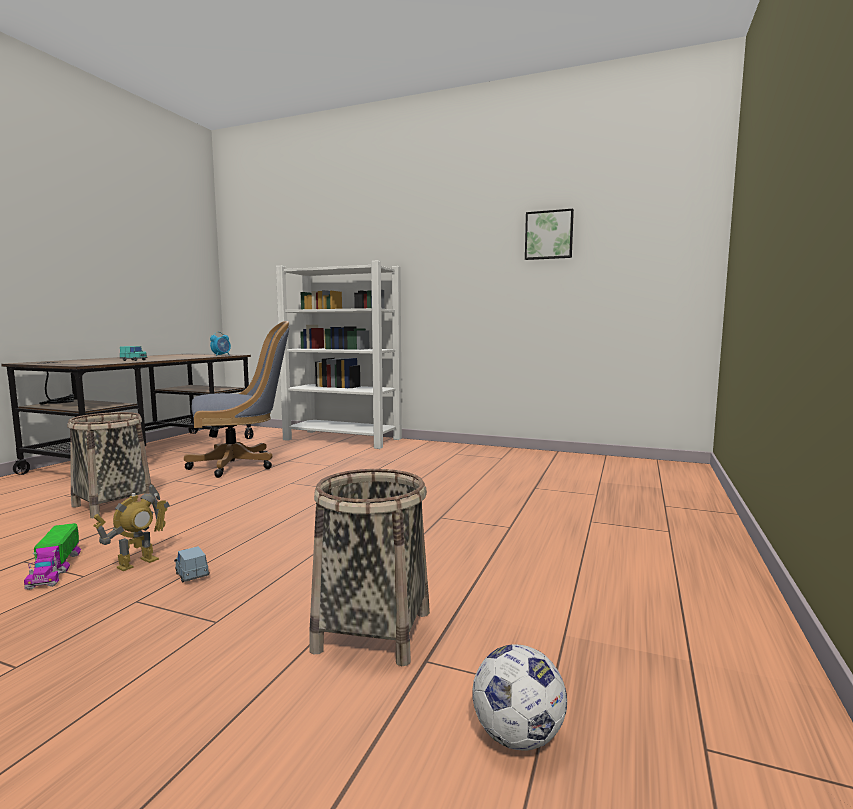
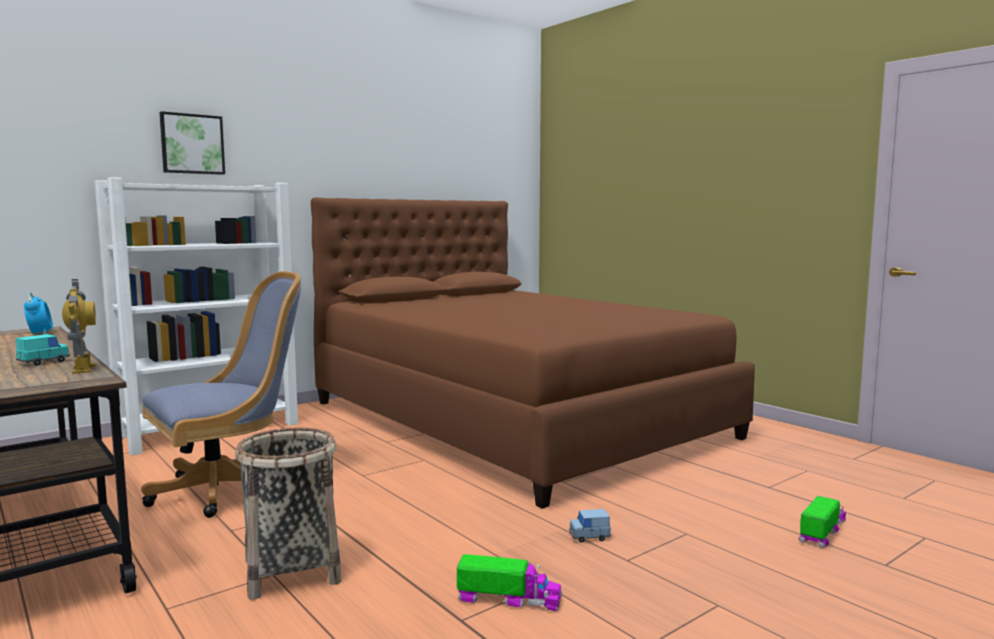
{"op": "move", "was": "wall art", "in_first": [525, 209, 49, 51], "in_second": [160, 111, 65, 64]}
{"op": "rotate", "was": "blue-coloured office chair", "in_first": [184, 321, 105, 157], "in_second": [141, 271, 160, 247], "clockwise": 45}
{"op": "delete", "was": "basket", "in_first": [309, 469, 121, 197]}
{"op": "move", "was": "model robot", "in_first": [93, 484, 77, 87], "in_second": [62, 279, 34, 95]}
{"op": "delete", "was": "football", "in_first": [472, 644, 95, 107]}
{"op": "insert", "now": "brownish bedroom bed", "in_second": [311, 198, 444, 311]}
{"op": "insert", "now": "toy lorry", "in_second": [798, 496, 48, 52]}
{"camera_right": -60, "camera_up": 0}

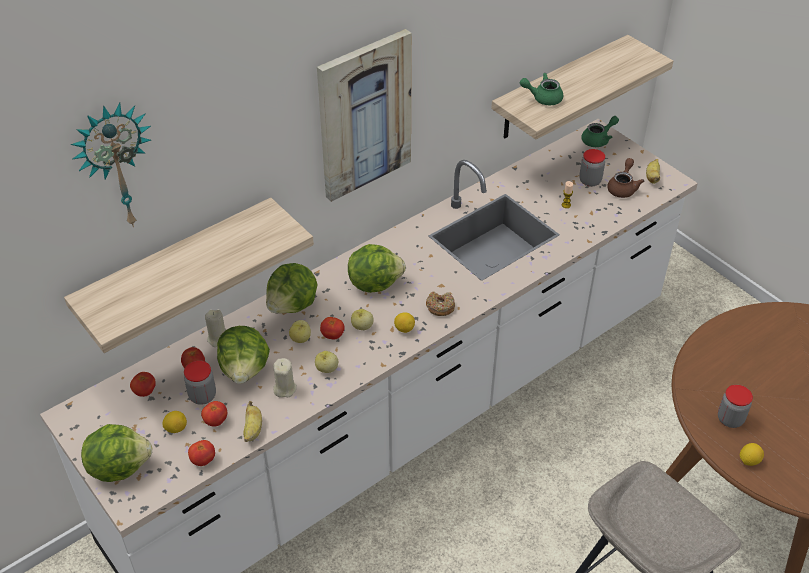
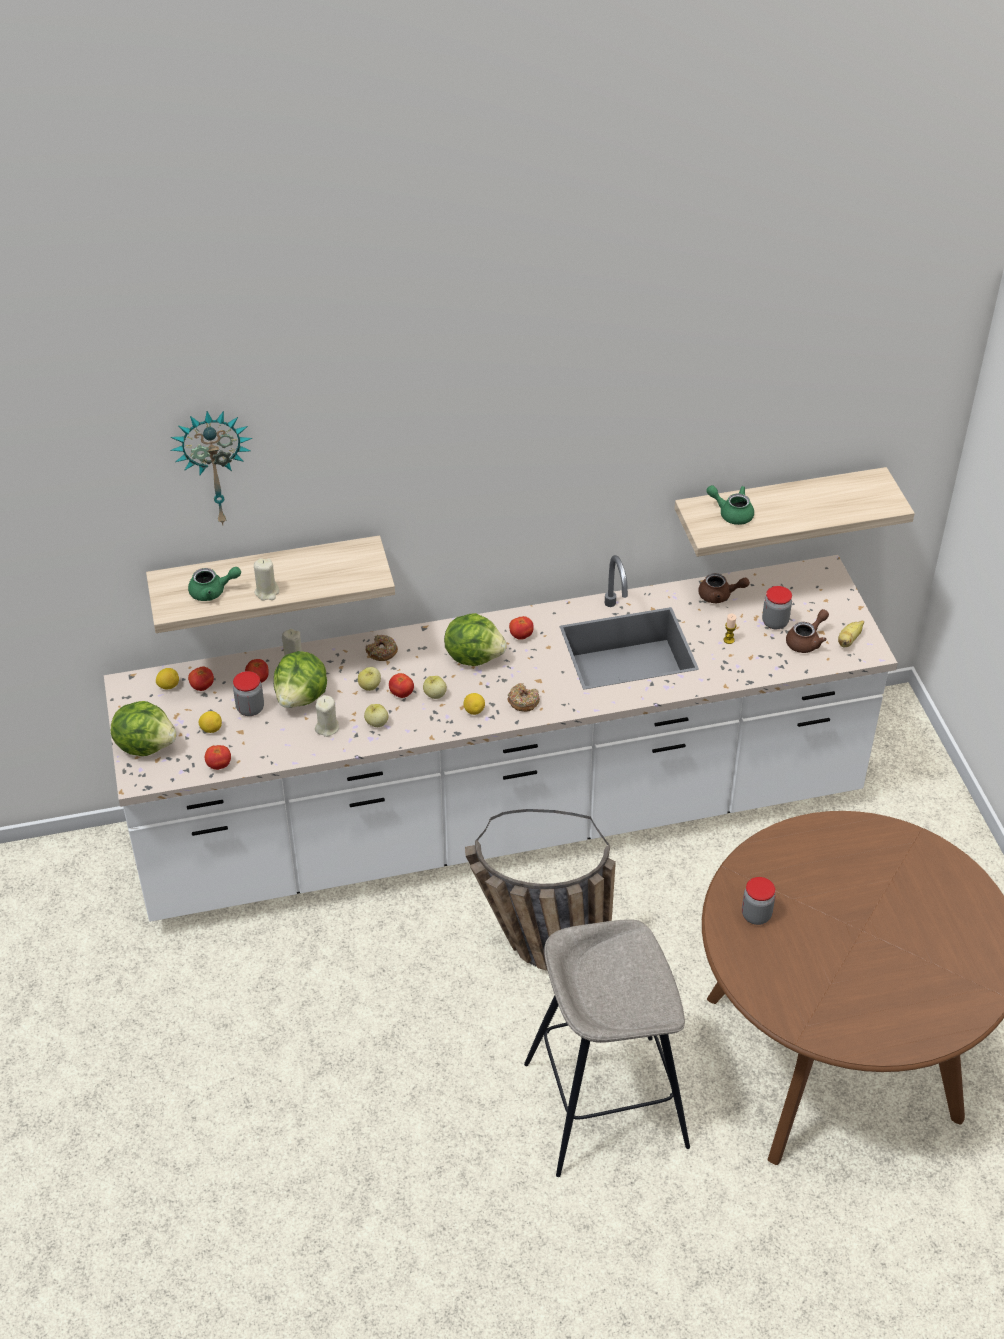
{"op": "delete", "was": "wall art", "in_first": [317, 29, 95, 173]}
{"op": "move", "was": "green-coloured teapot", "in_first": [581, 116, 38, 31], "in_second": [188, 567, 53, 34]}
{"op": "replace", "was": "lettuce", "now": "ring doughnut", "in_first": [266, 263, 52, 51], "in_second": [366, 635, 32, 26]}
{"op": "move", "was": "fresh tomato", "in_first": [201, 401, 26, 26], "in_second": [509, 616, 25, 24]}
{"op": "delete", "was": "banana fruit", "in_first": [243, 401, 19, 41]}
{"op": "move", "was": "citrus fruit", "in_first": [740, 443, 24, 23], "in_second": [156, 668, 23, 21]}
{"op": "insert", "now": "beige wax light", "in_second": [254, 558, 25, 43]}
{"op": "insert", "now": "brownish teapot", "in_second": [698, 573, 52, 30]}
{"op": "insert", "now": "basket", "in_second": [465, 809, 151, 162]}
{"camera_right": 25, "camera_up": 0}

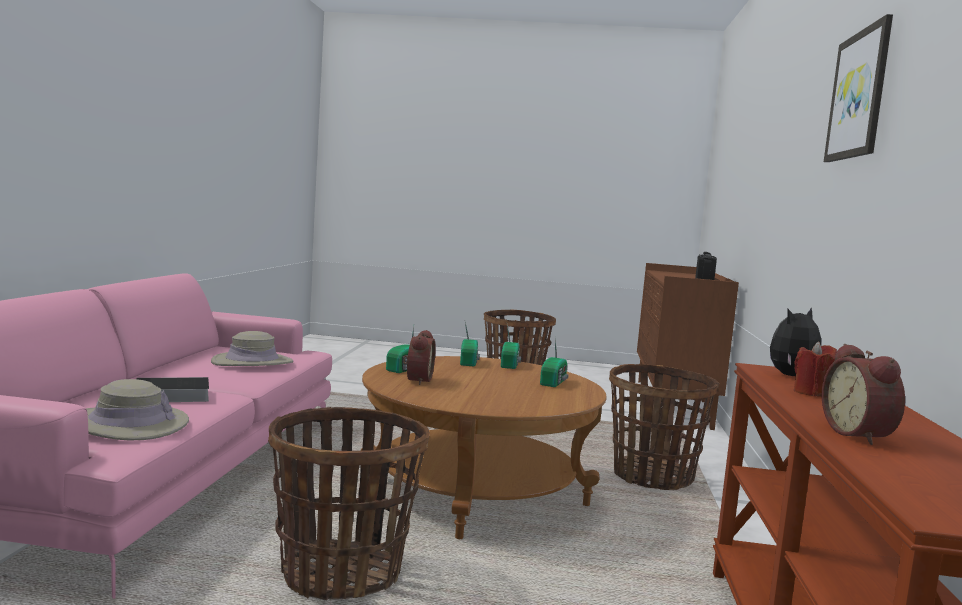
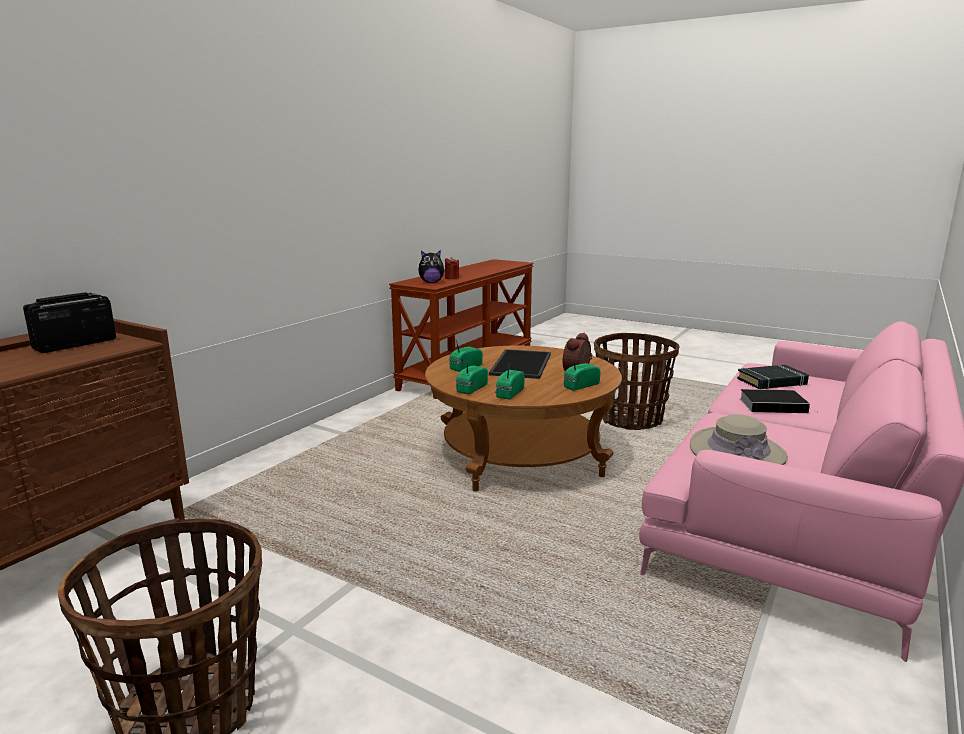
{"op": "delete", "was": "wall art", "in_first": [824, 14, 69, 148]}
{"op": "delete", "was": "table clock", "in_first": [822, 344, 83, 101]}
{"op": "delete", "was": "basket", "in_first": [609, 364, 110, 126]}
{"op": "replace", "was": "beige wearable hat", "now": "blackish volume", "in_first": [86, 379, 103, 61], "in_second": [737, 365, 72, 24]}
{"op": "insert", "now": "tray", "in_second": [489, 349, 62, 30]}
{"camera_right": -155, "camera_up": 10}

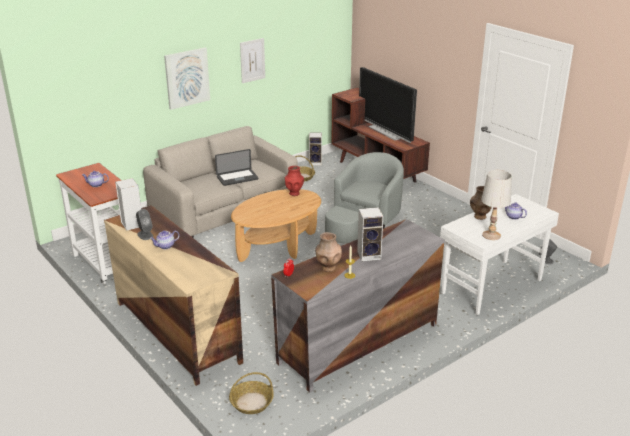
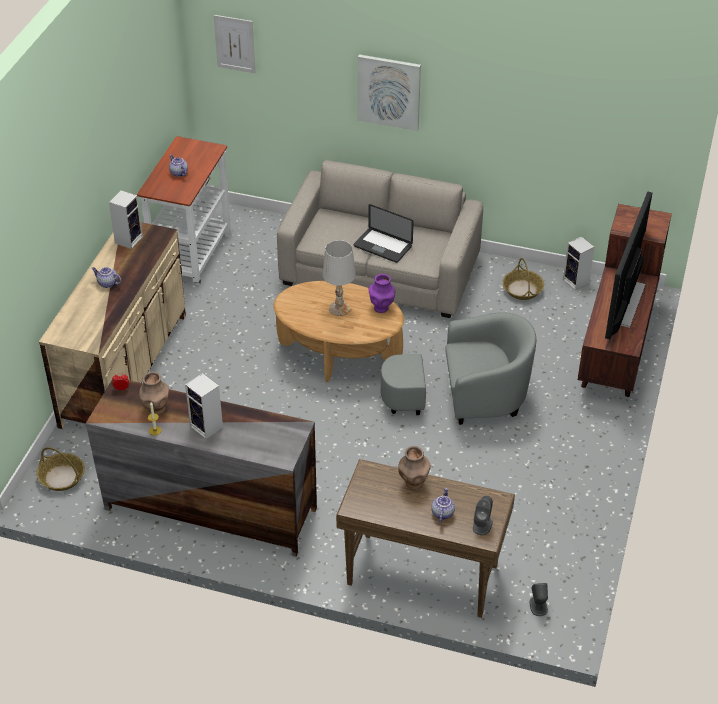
{"op": "move", "was": "wall art", "in_first": [240, 38, 25, 45], "in_second": [214, 15, 41, 58]}
{"op": "recolor", "was": "red decorative vase", "now": "purple decorative vase", "in_first": [285, 166, 19, 30], "in_second": [368, 274, 27, 39]}
{"op": "move", "was": "white lamp for a table", "in_first": [481, 170, 31, 70], "in_second": [323, 240, 33, 76]}
{"op": "recolor", "was": "white console table", "now": "brownish console table", "in_first": [440, 194, 119, 121], "in_second": [336, 459, 179, 159]}
{"op": "move", "was": "gray speaker", "in_first": [136, 209, 17, 31], "in_second": [473, 496, 20, 39]}
{"camera_right": 55, "camera_up": 15}

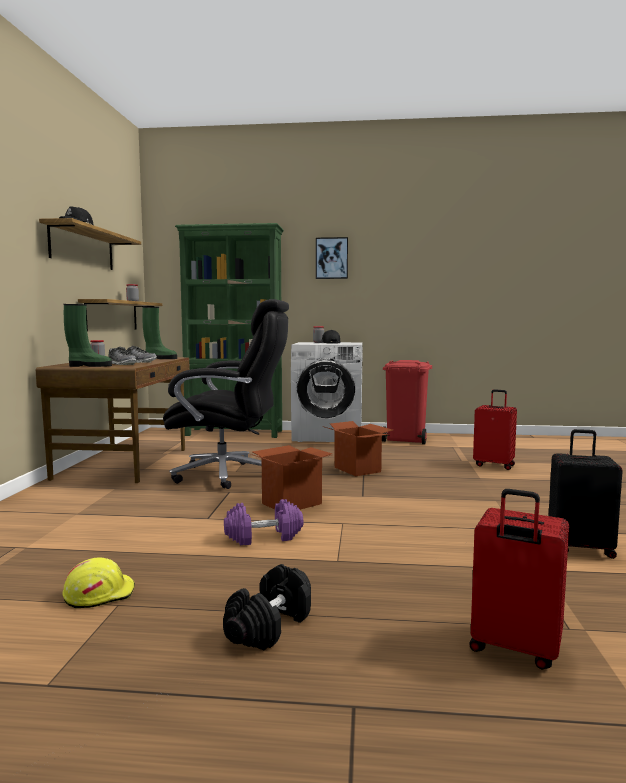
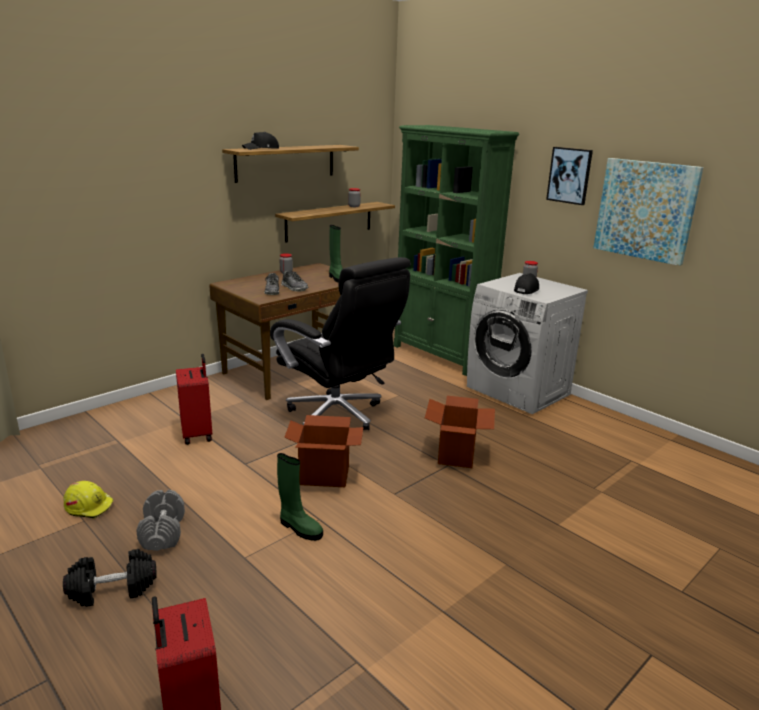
{"op": "move", "was": "green-coloured high-top boot", "in_first": [64, 304, 48, 63], "in_second": [277, 453, 46, 88]}
{"op": "delete", "was": "red trash can", "in_first": [382, 360, 50, 84]}
{"op": "move", "was": "red travel case", "in_first": [473, 389, 44, 81], "in_second": [176, 354, 36, 91]}
{"op": "delete", "was": "blackish travel case", "in_first": [549, 429, 74, 130]}
{"op": "delete", "was": "purple free weight", "in_first": [224, 499, 80, 47]}
{"op": "insert", "now": "wall art", "in_second": [594, 158, 109, 108]}
{"op": "insert", "now": "gray free weight", "in_second": [136, 490, 49, 61]}
{"camera_right": 40, "camera_up": 15}

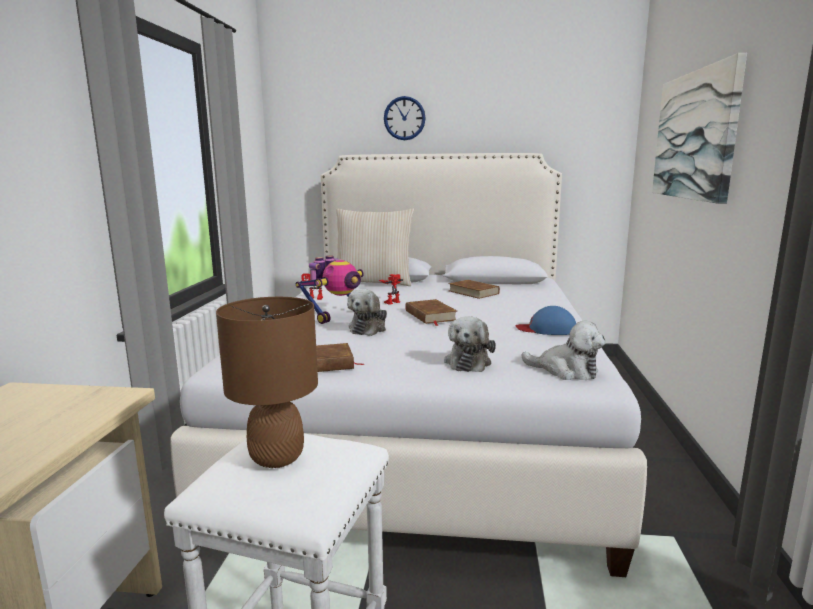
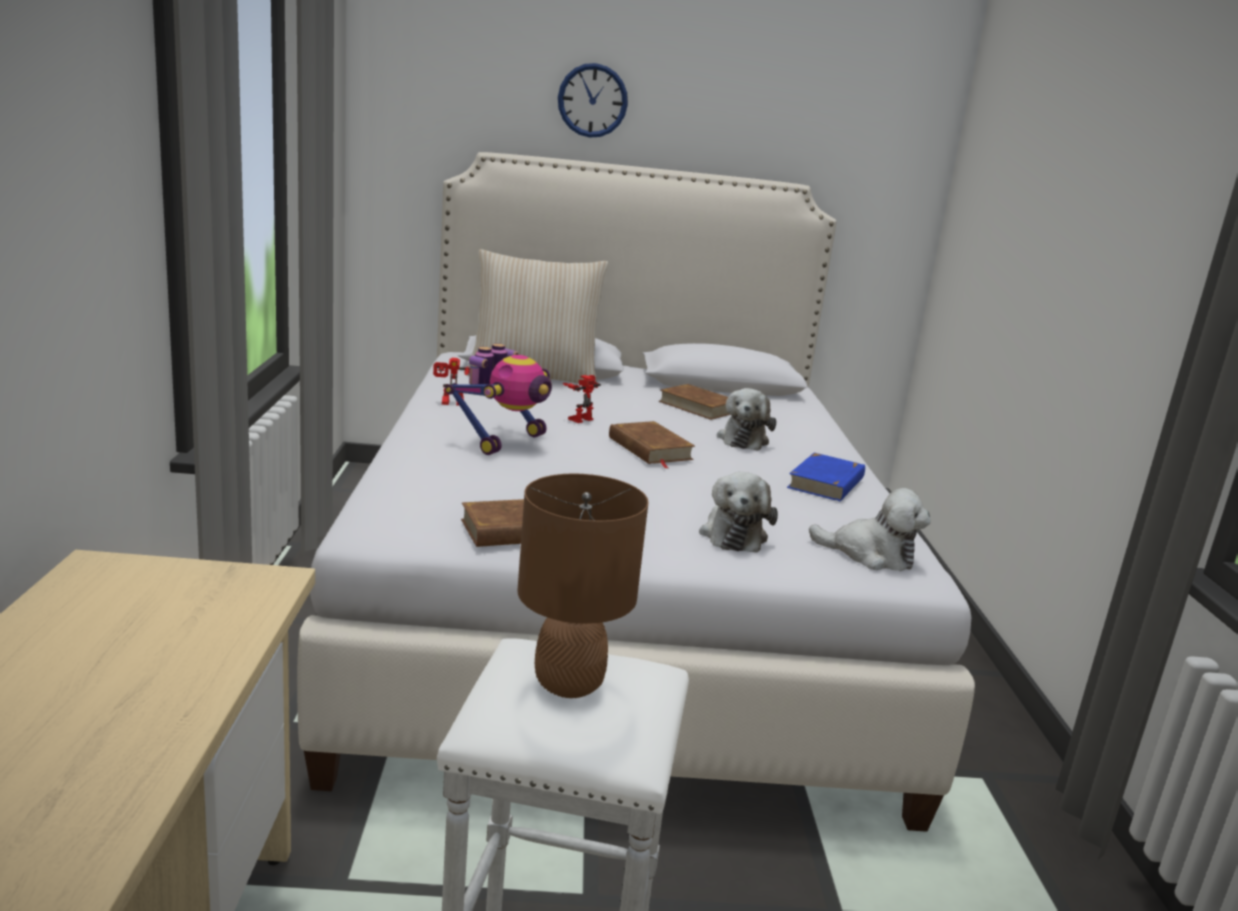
{"op": "delete", "was": "wall art", "in_first": [652, 53, 95, 151]}
{"op": "move", "was": "soft toy", "in_first": [347, 289, 40, 47], "in_second": [717, 388, 59, 63]}
{"op": "replace", "was": "blue-coloured peaked cap", "now": "blue-coloured volume", "in_first": [515, 306, 61, 29], "in_second": [787, 453, 78, 48]}
{"camera_right": -10, "camera_up": 5}

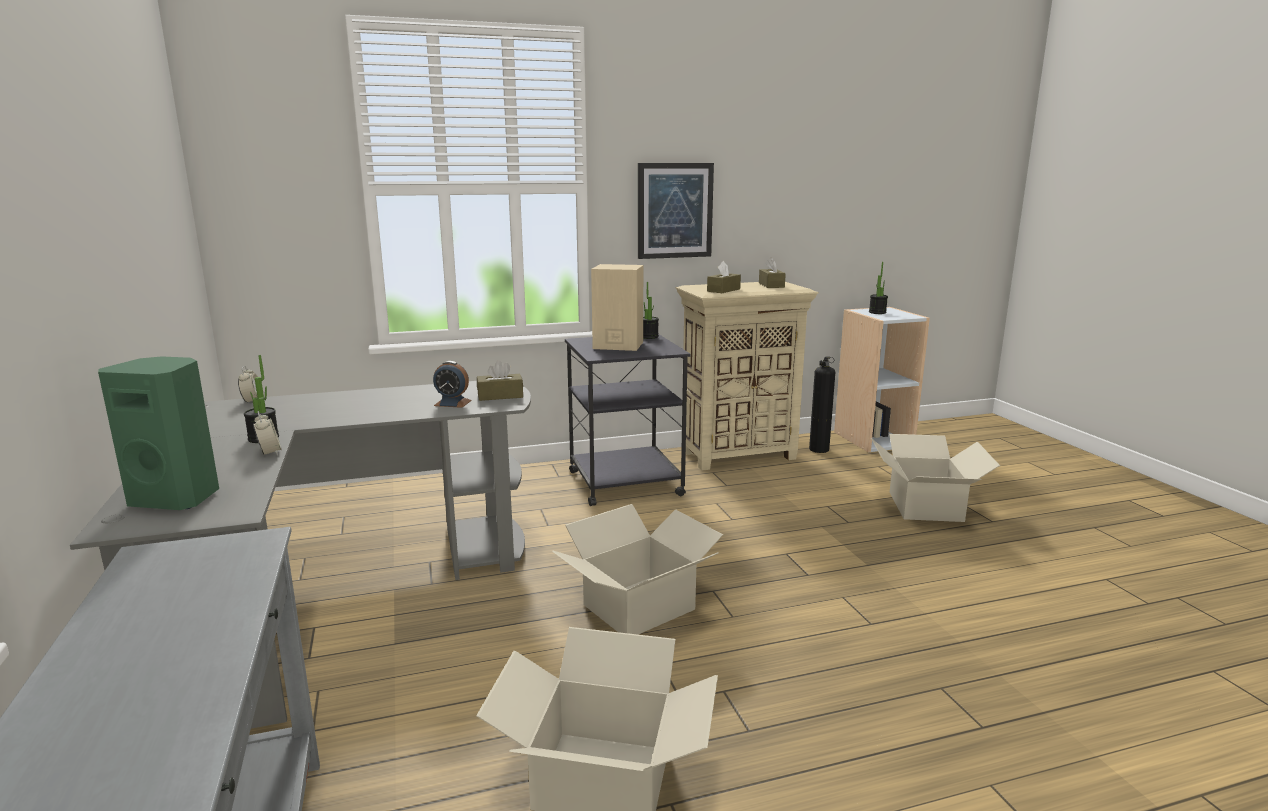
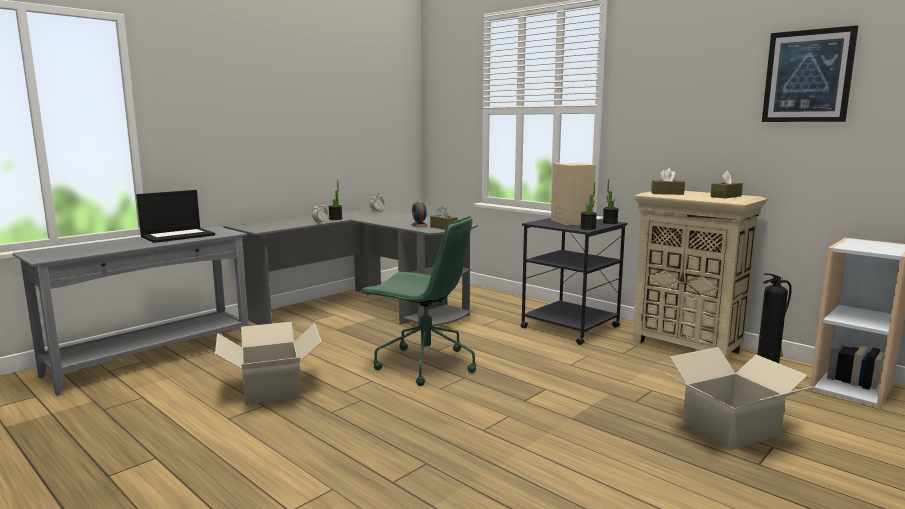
{"op": "move", "was": "wall art", "in_first": [638, 163, 76, 96], "in_second": [762, 25, 96, 97]}
{"op": "move", "was": "potted plant", "in_first": [869, 262, 19, 52], "in_second": [580, 182, 17, 48]}
{"op": "delete", "was": "green-coloured speaker", "in_first": [98, 356, 121, 154]}
{"op": "replace", "was": "cardboard box", "now": "green-coloured office chair", "in_first": [552, 504, 171, 131], "in_second": [359, 216, 117, 170]}
{"op": "insert", "now": "portable computer", "in_second": [136, 190, 79, 53]}
{"camera_right": 60, "camera_up": -5}

